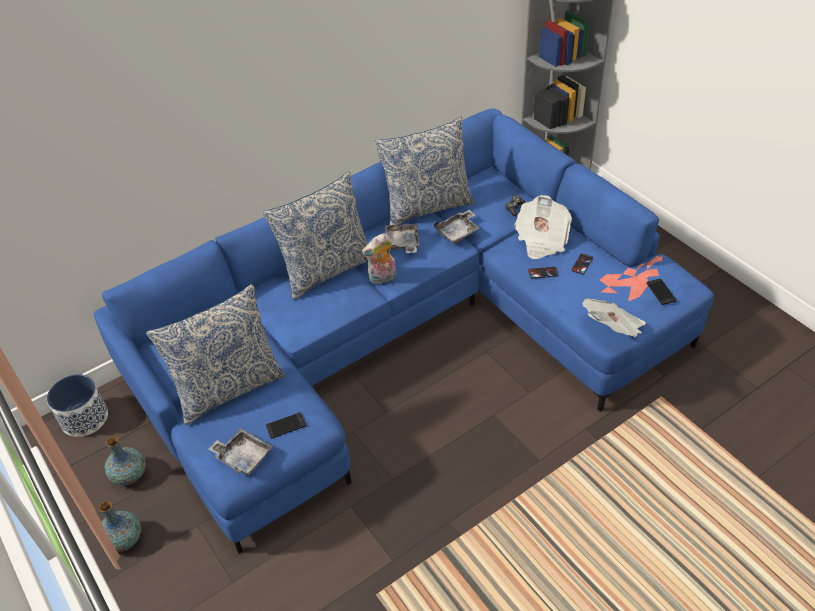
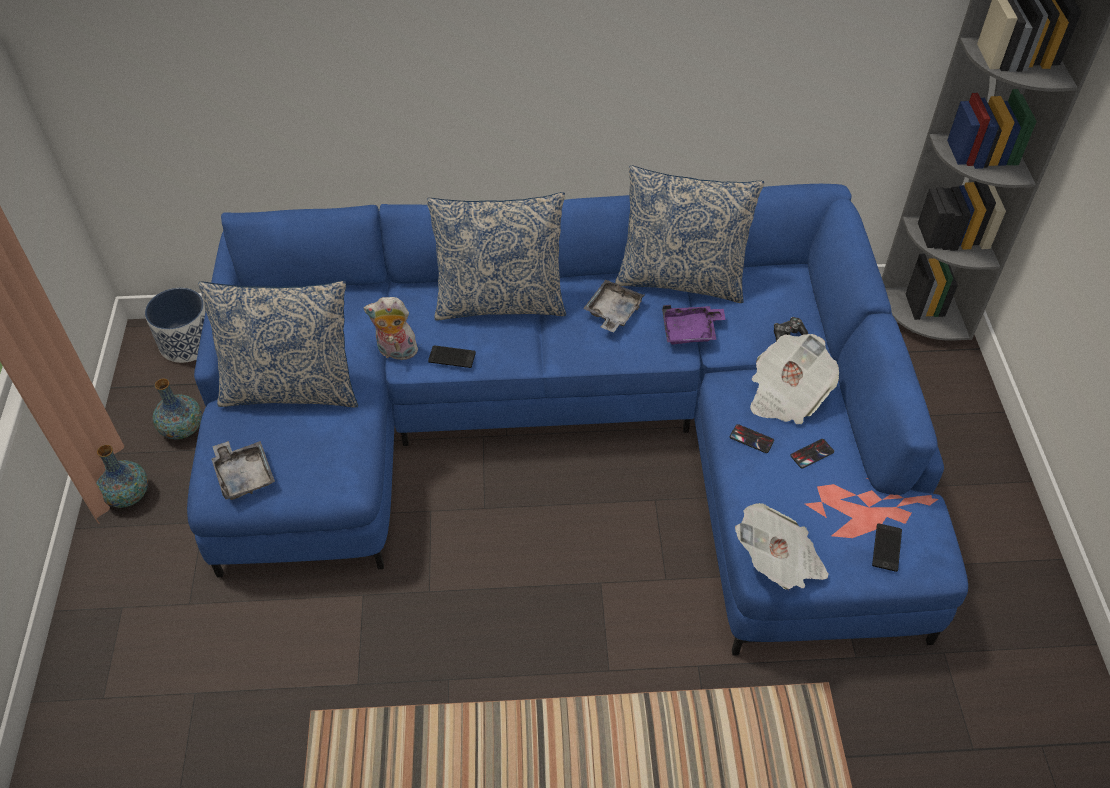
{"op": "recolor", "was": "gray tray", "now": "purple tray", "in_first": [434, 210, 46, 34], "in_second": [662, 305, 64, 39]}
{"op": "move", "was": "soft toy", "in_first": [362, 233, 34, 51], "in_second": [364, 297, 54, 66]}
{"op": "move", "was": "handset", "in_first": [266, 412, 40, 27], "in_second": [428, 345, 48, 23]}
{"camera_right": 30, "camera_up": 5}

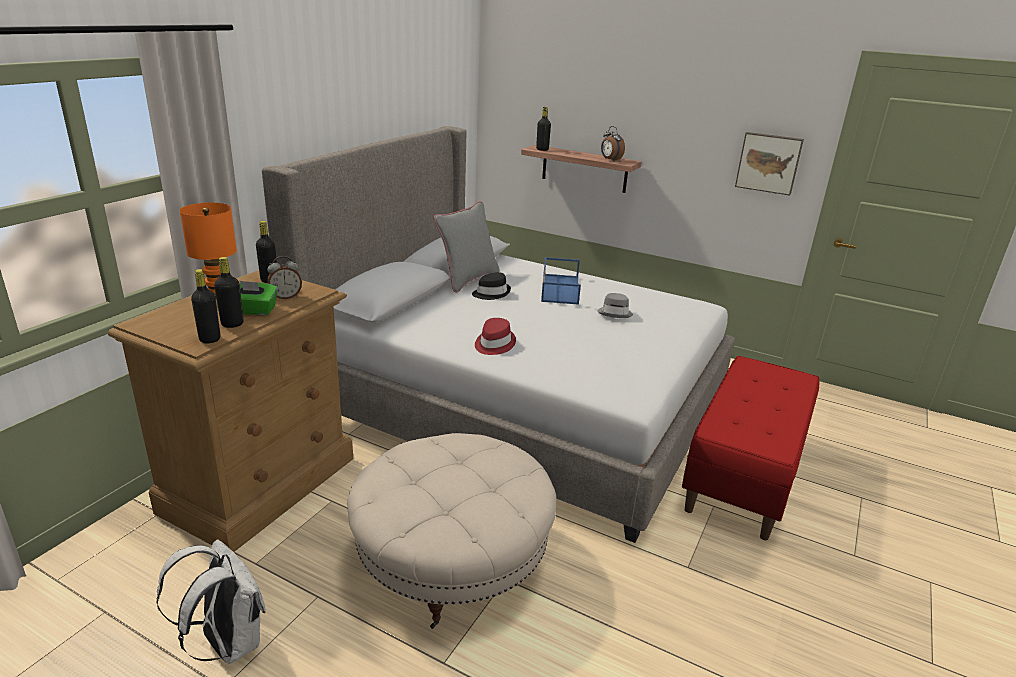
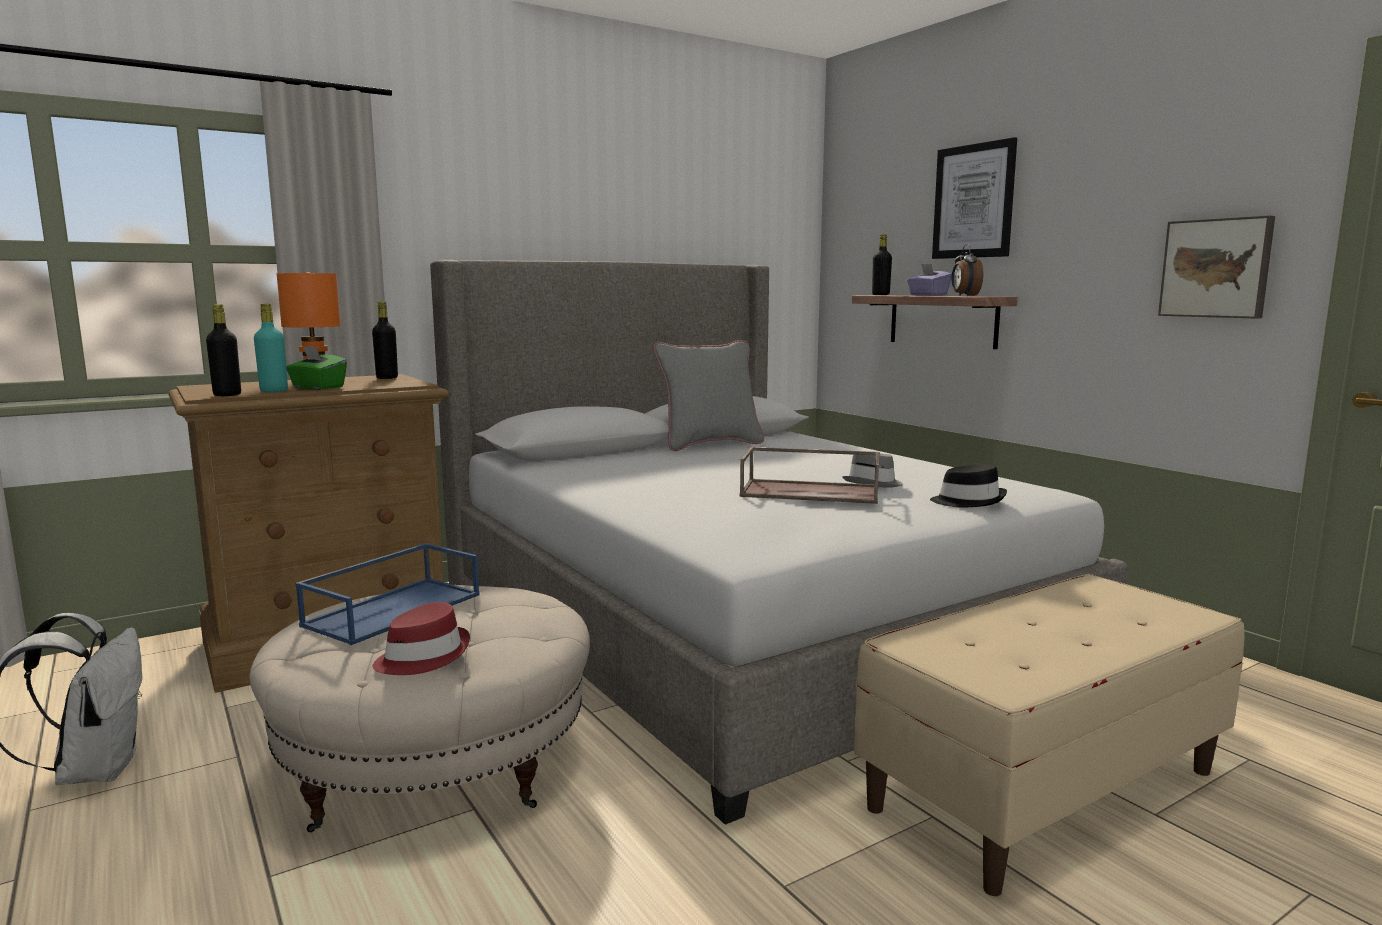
{"op": "delete", "was": "table clock", "in_first": [267, 256, 35, 43]}
{"op": "recolor", "was": "blackish drink bottle", "now": "blue-green drink bottle", "in_first": [214, 257, 30, 71], "in_second": [254, 304, 34, 88]}
{"op": "move", "was": "blue-coloured tray", "in_first": [541, 257, 40, 48], "in_second": [295, 543, 185, 102]}
{"op": "move", "was": "blackish wearable hat", "in_first": [472, 272, 39, 28], "in_second": [930, 464, 77, 43]}
{"op": "move", "was": "red wearable hat", "in_first": [475, 318, 41, 37], "in_second": [372, 602, 98, 73]}
{"op": "recolor", "was": "red bench", "now": "beige bench", "in_first": [682, 356, 138, 184], "in_second": [854, 574, 391, 322]}
{"op": "insert", "now": "wall art", "in_second": [932, 137, 85, 122]}
{"op": "insert", "now": "purple tissue box", "in_second": [907, 264, 45, 32]}
{"op": "insert", "now": "brownish tray", "in_second": [739, 447, 141, 57]}
{"camera_right": 30, "camera_up": -15}

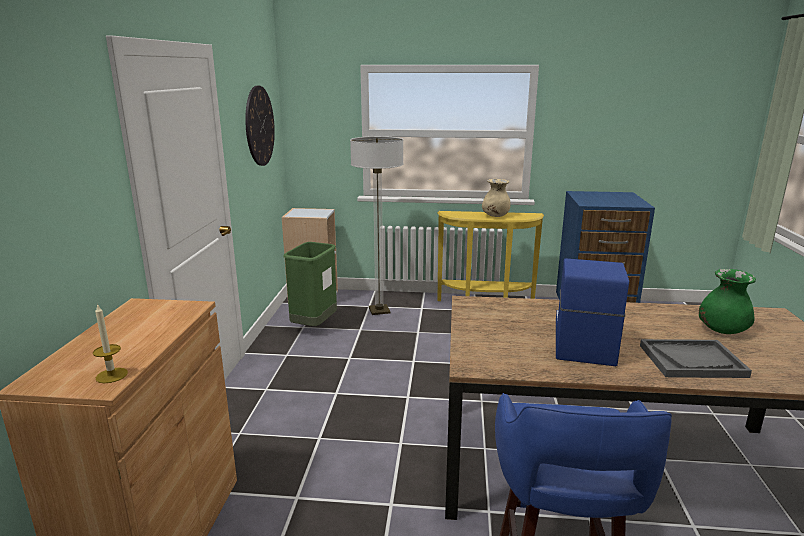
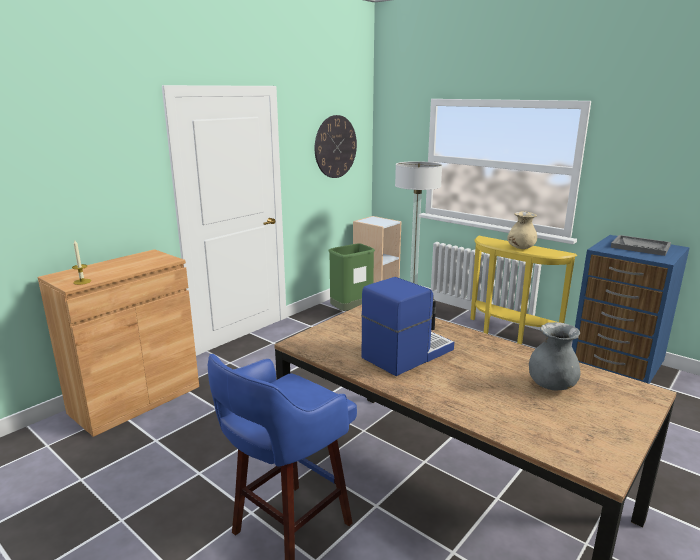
{"op": "recolor", "was": "green-coloured decorative vase", "now": "gray decorative vase", "in_first": [699, 269, 57, 65], "in_second": [529, 322, 52, 68]}
{"op": "move", "was": "gray tray", "in_first": [640, 339, 112, 39], "in_second": [611, 235, 60, 21]}
{"camera_right": 35, "camera_up": 0}

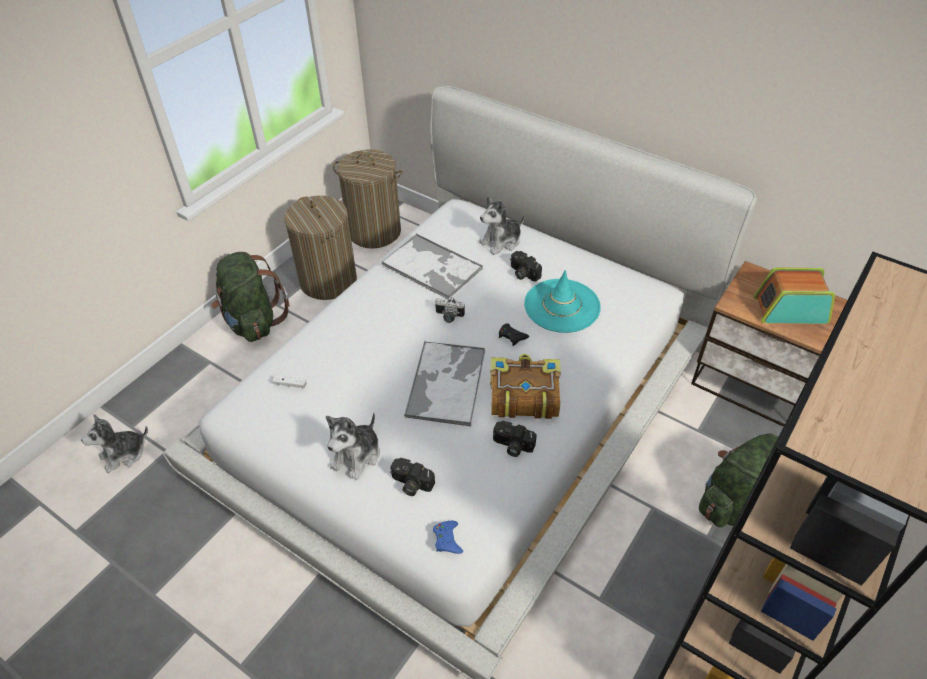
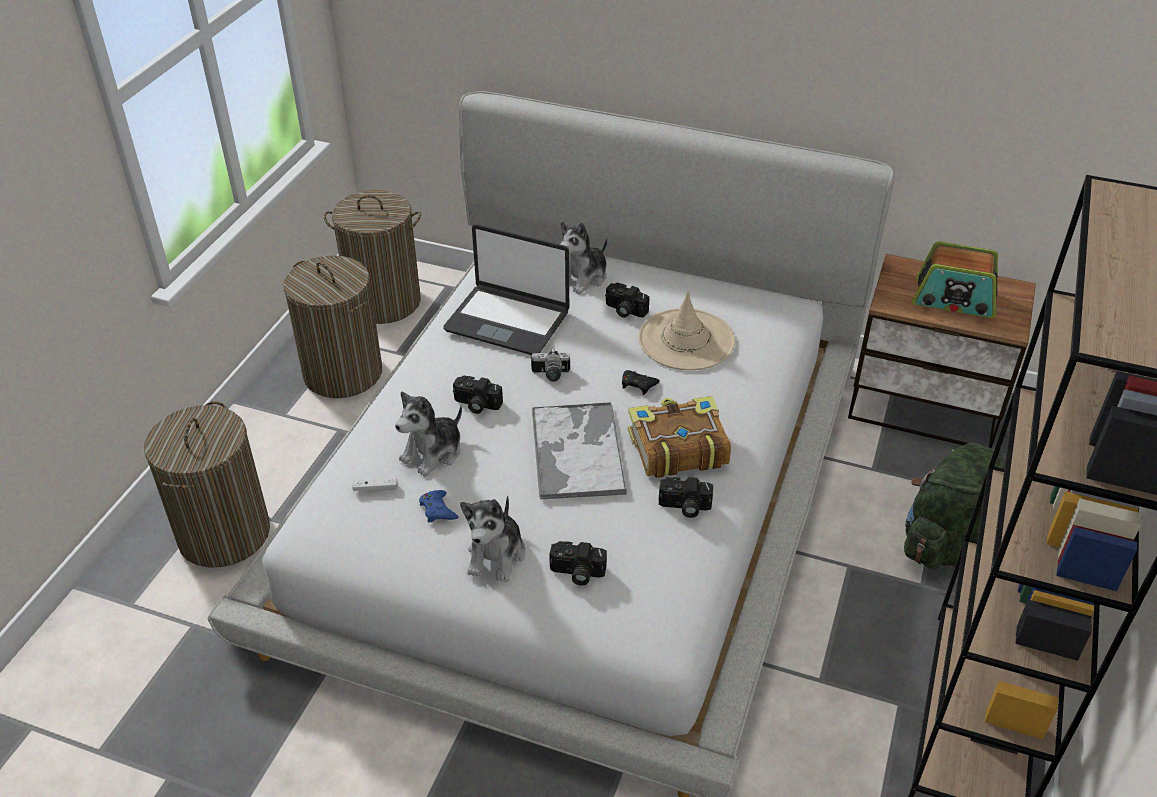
{"op": "replace", "was": "tray", "now": "portable computer", "in_first": [381, 234, 102, 66], "in_second": [443, 224, 126, 131]}
{"op": "delete", "was": "green-coloured rucksack", "in_first": [211, 252, 78, 90]}
{"op": "rotate", "was": "radio receiver", "in_first": [753, 267, 82, 57], "in_second": [912, 241, 86, 77], "clockwise": -150}
{"op": "recolor", "was": "blue-green wearable hat", "now": "beige wearable hat", "in_first": [524, 270, 77, 63], "in_second": [638, 291, 97, 79]}
{"op": "move", "was": "soft toy", "in_first": [81, 414, 67, 59], "in_second": [395, 392, 67, 85]}
{"op": "move", "was": "blue-coloured gamepad", "in_first": [433, 521, 30, 33], "in_second": [419, 490, 40, 33]}
{"op": "insert", "now": "still camera", "in_second": [453, 376, 50, 38]}
{"op": "insert", "now": "hamper", "in_second": [144, 401, 126, 166]}
{"camera_right": -15, "camera_up": -5}

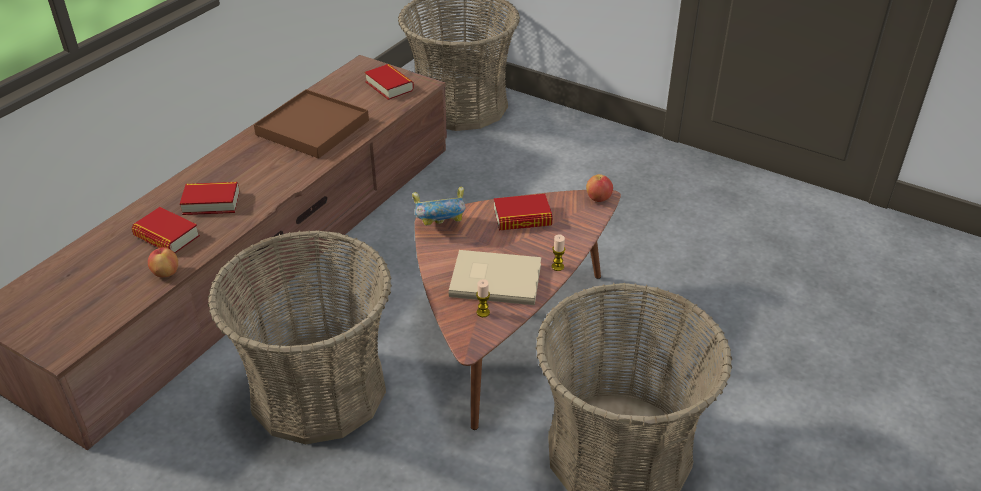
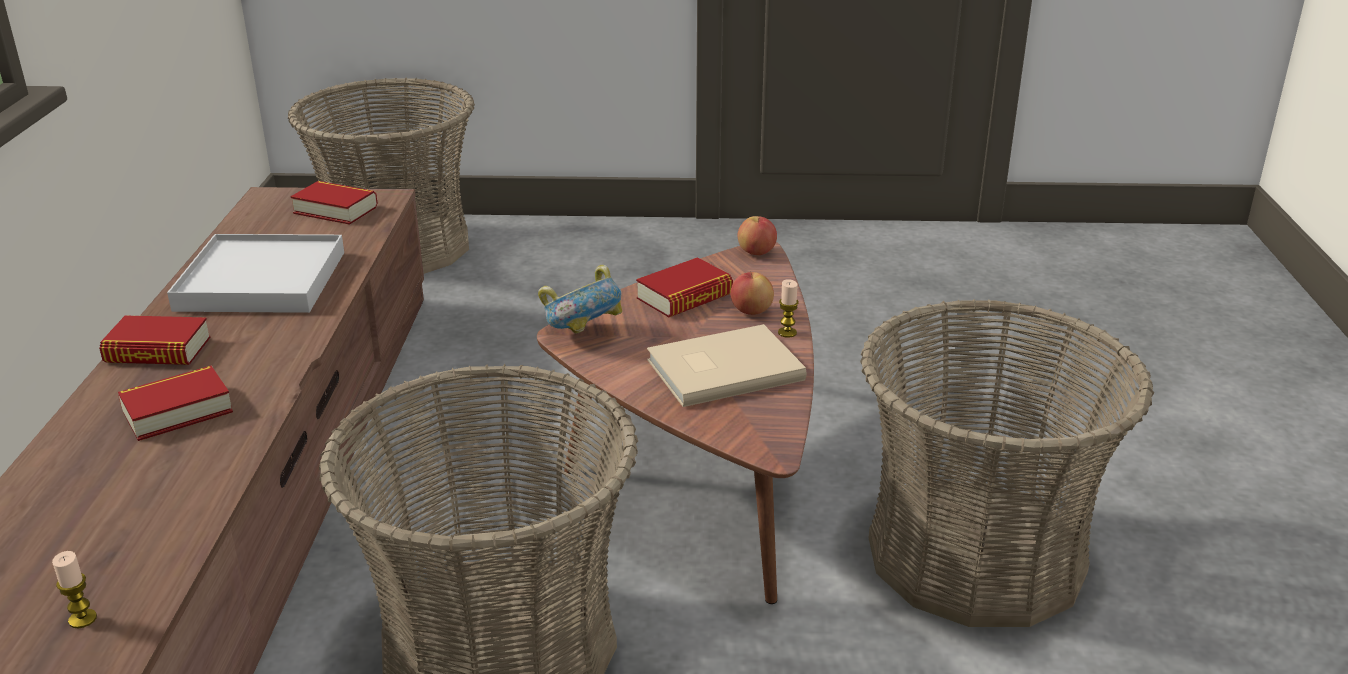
{"op": "recolor", "was": "brownish tray", "now": "white tray", "in_first": [254, 89, 115, 70], "in_second": [167, 234, 177, 79]}
{"op": "move", "was": "volume", "in_first": [131, 207, 69, 46], "in_second": [99, 315, 111, 50]}
{"op": "move", "was": "apple", "in_first": [148, 247, 30, 30], "in_second": [730, 271, 44, 44]}
{"op": "move", "was": "wax light", "in_first": [476, 279, 14, 38], "in_second": [52, 551, 45, 77]}
{"camera_right": -30, "camera_up": -10}

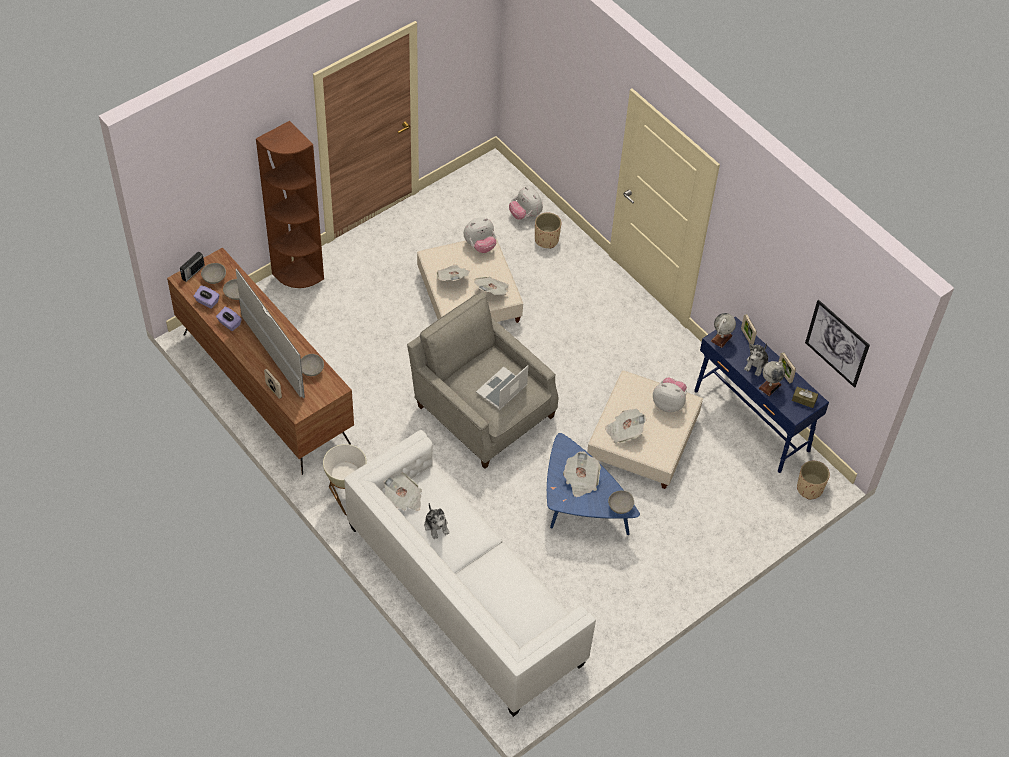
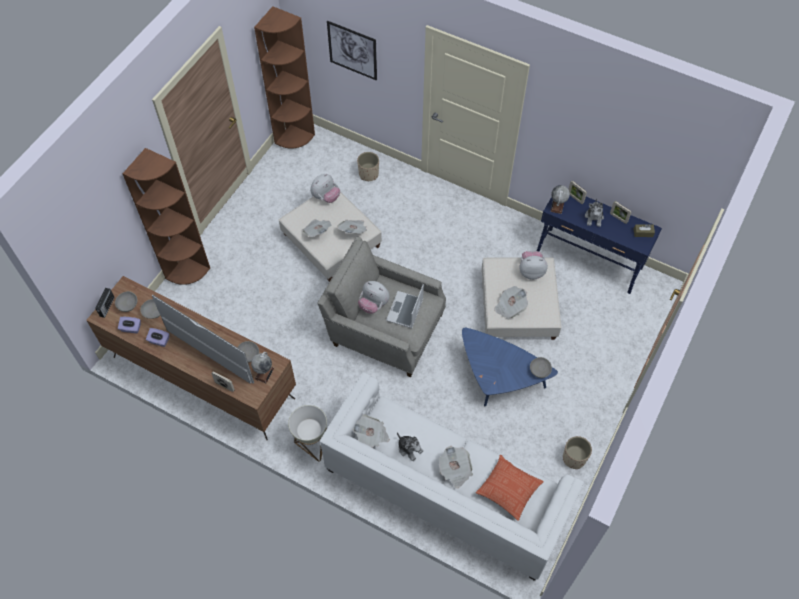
{"op": "move", "was": "soft toy", "in_first": [509, 187, 34, 33], "in_second": [358, 281, 32, 33]}
{"op": "move", "was": "wall art", "in_first": [805, 299, 65, 89], "in_second": [327, 20, 50, 61]}
{"op": "move", "was": "globe", "in_first": [758, 361, 27, 35], "in_second": [251, 352, 23, 31]}
{"op": "move", "was": "newspaper", "in_first": [563, 451, 38, 46], "in_second": [439, 446, 34, 42]}
{"op": "move", "was": "beige planter", "in_first": [797, 461, 33, 39], "in_second": [563, 436, 29, 33]}
{"op": "insert", "now": "brownish bookcase", "in_second": [254, 6, 61, 143]}
{"op": "insert", "now": "orange throw pillow", "in_second": [476, 455, 68, 66]}
{"camera_right": -20, "camera_up": 5}

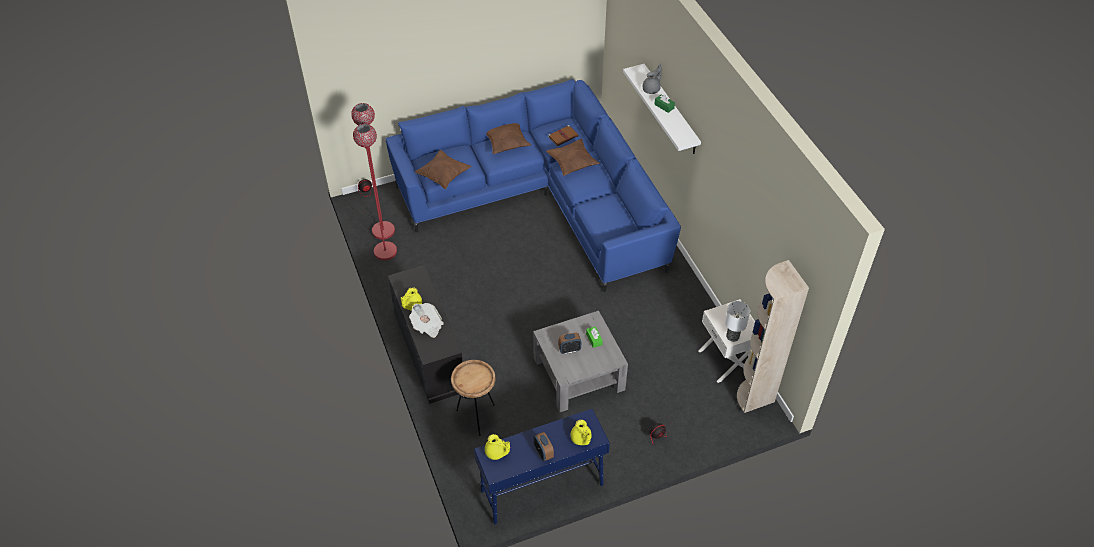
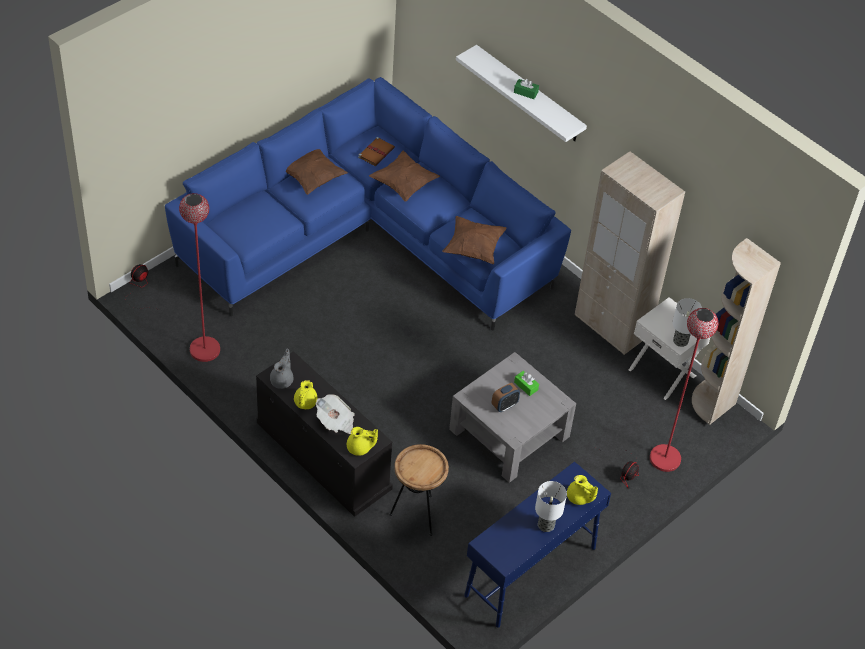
{"op": "move", "was": "gray teapot", "in_first": [643, 64, 19, 30], "in_second": [270, 348, 23, 41]}
{"op": "move", "was": "red floor lamp", "in_first": [351, 103, 44, 137], "in_second": [650, 308, 68, 164]}
{"op": "move", "was": "brownish throw pillow", "in_first": [415, 150, 57, 39], "in_second": [442, 216, 65, 48]}
{"op": "replace", "was": "table clock", "now": "lamp for a table", "in_first": [534, 432, 20, 29], "in_second": [535, 481, 32, 51]}
{"op": "move", "was": "yellowish teapot", "in_first": [485, 434, 25, 26], "in_second": [347, 427, 31, 29]}
{"op": "insert", "now": "beige cupboard", "in_second": [575, 152, 110, 203]}
{"camera_right": -25, "camera_up": 0}

